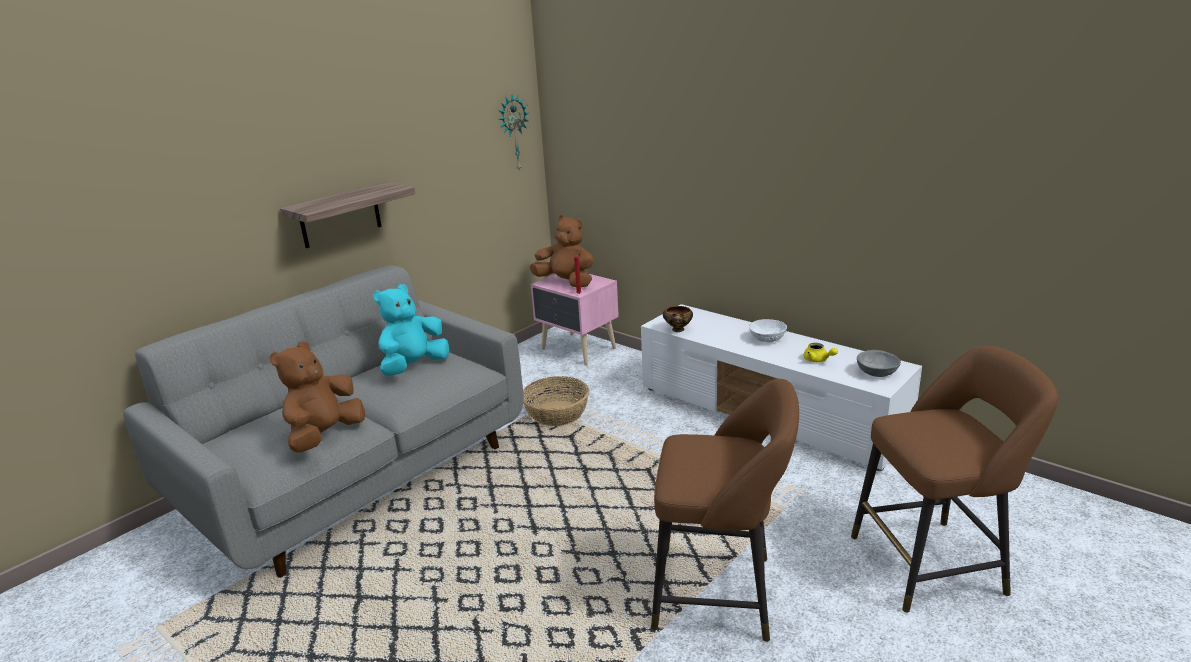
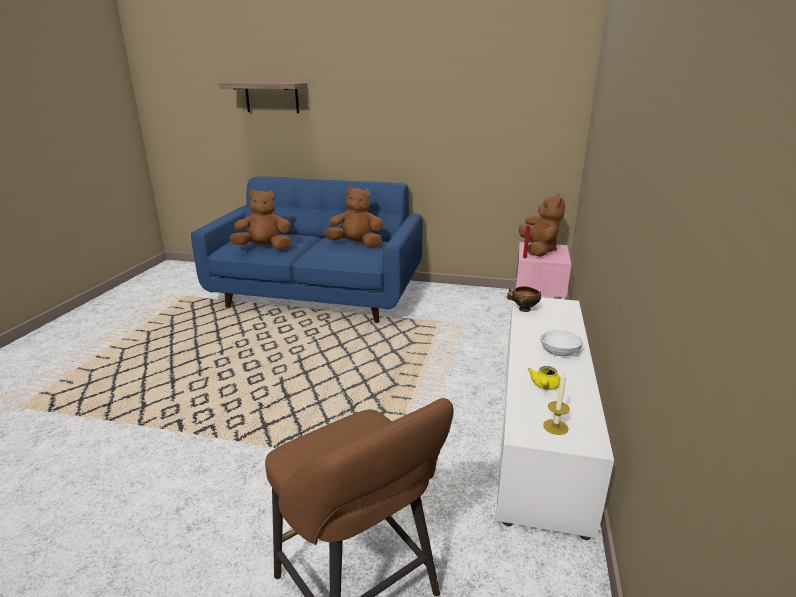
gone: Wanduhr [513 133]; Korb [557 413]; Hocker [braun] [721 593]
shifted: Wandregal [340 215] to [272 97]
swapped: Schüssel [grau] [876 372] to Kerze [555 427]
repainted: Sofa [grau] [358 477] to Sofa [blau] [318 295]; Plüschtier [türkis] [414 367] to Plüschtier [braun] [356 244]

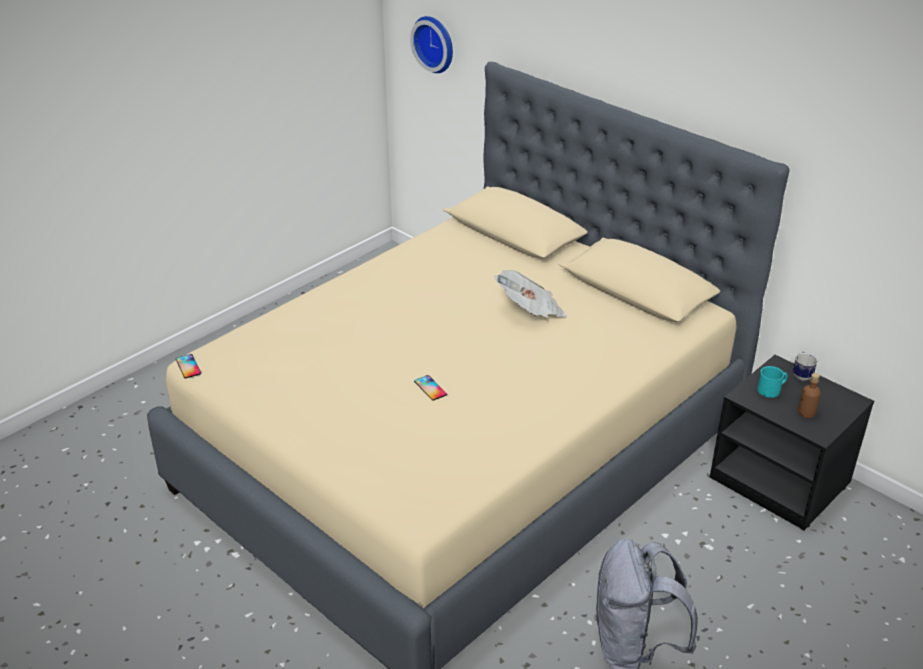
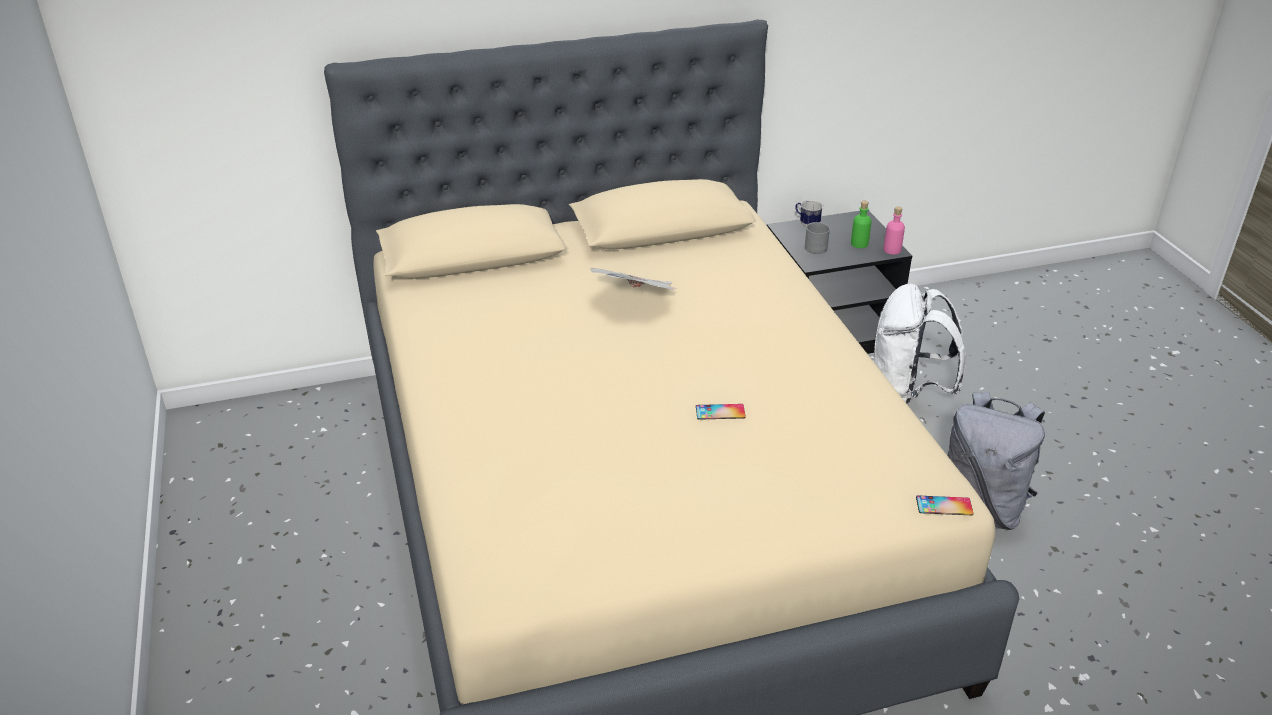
gone: Wanduhr [435 43]
new: Flasche [rosa] [892 250]; Rucksack [weiß] [907 395]
shifted: Handy [188 366] to [944 506]
repainted: Henkelbecher [türkis] [771 390] to Henkelbecher [grau] [815 246]; Flasche [braun] [806 412] to Flasche [grün] [859 244]

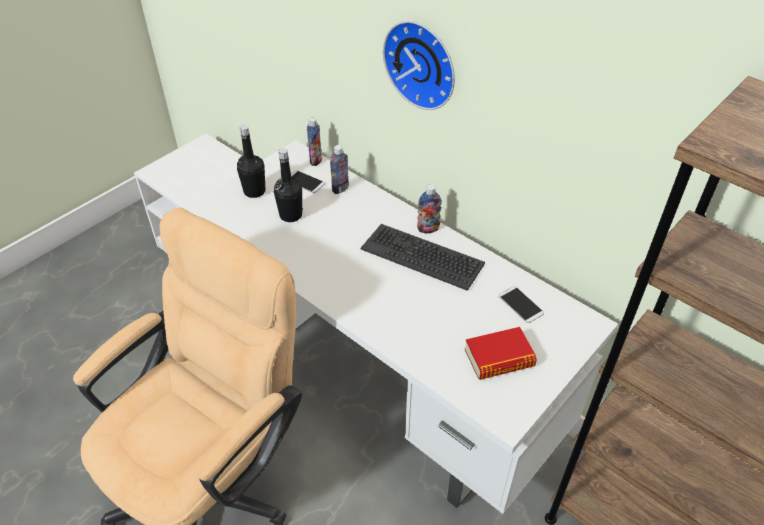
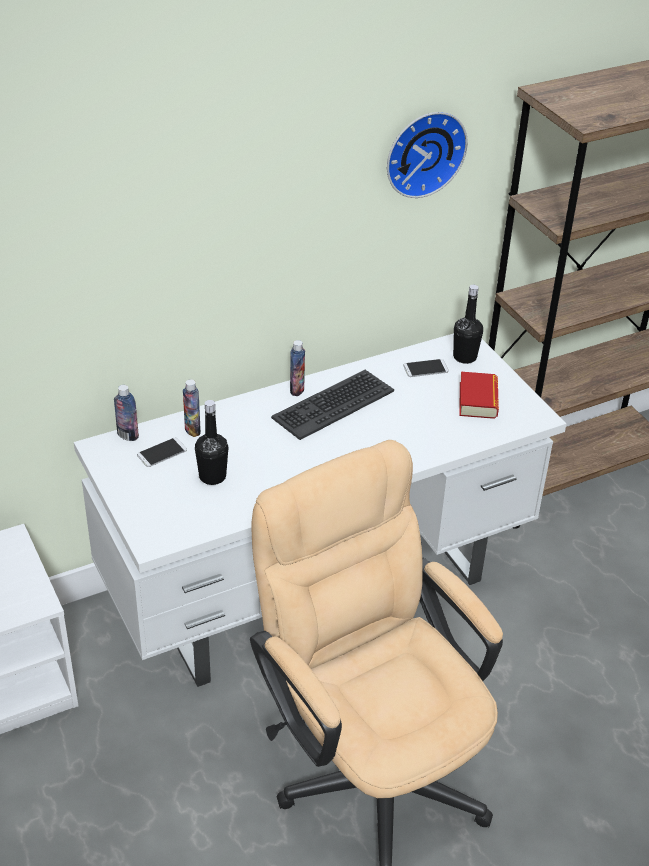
shifted: Wanduhr [422 63] to [423 152]; Flasche [schwarz] [254 191] to [465 357]

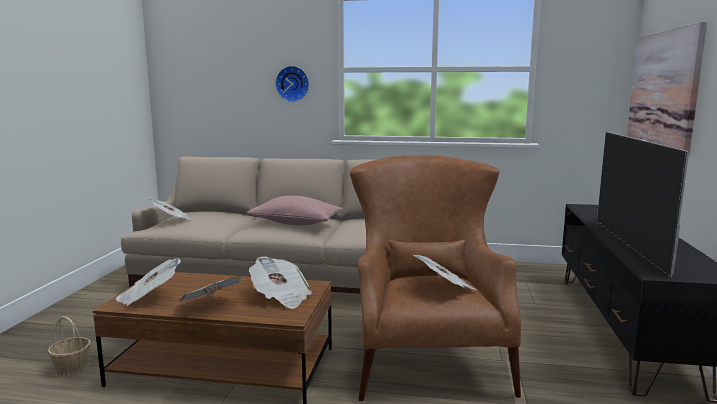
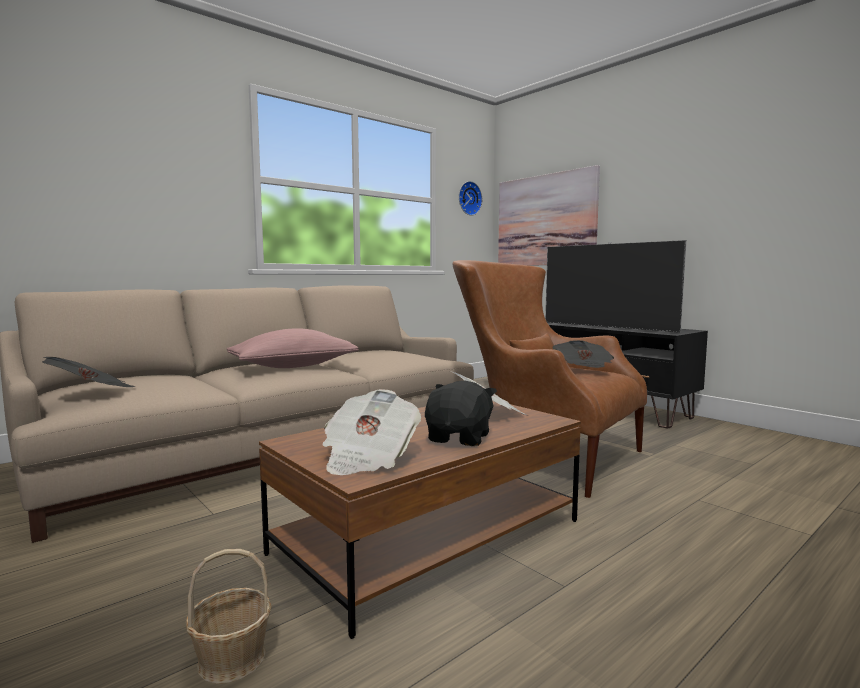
shifted: Wanduhr [293 83] to [468 198]
swapped: Zeitung [210 305] to Plüschtier [schwarz] [460 438]

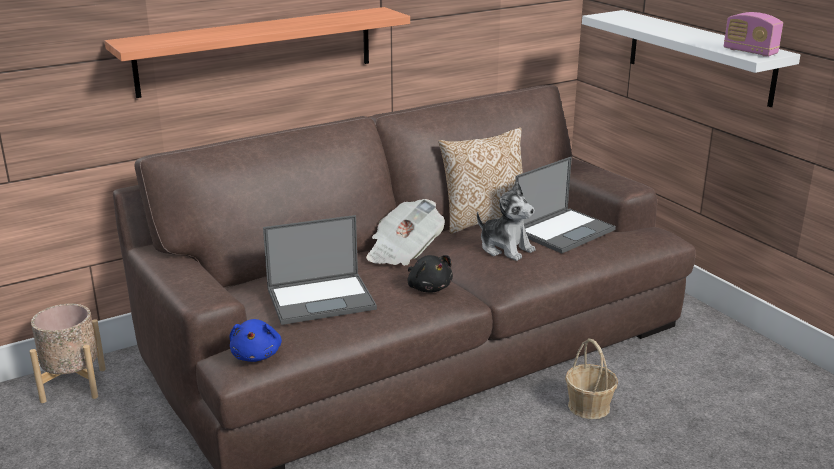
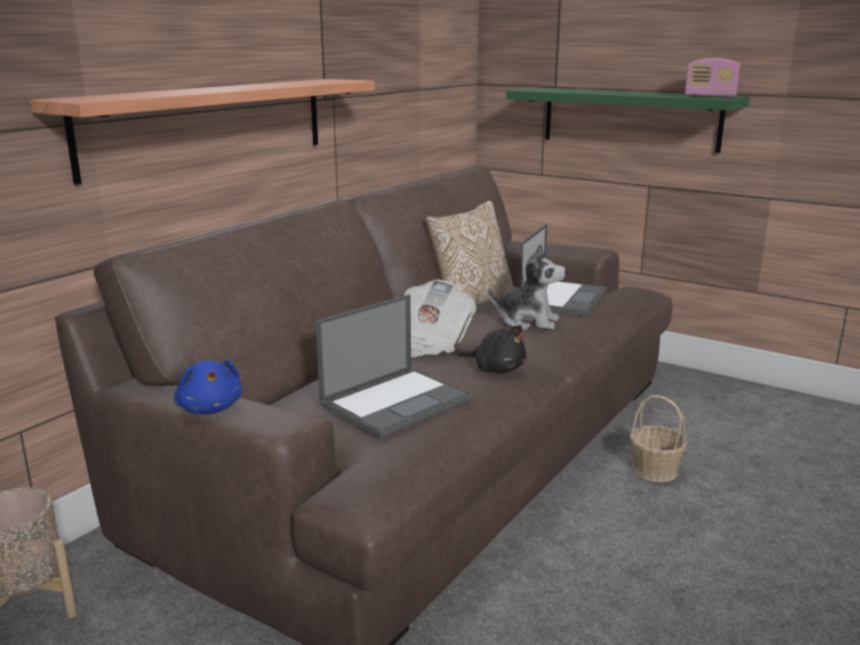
shifted: Plüschtier [blau] [256 355] to [210 408]
repainted: Wandregal [weiß] [699 56] to Wandregal [grün] [630 118]

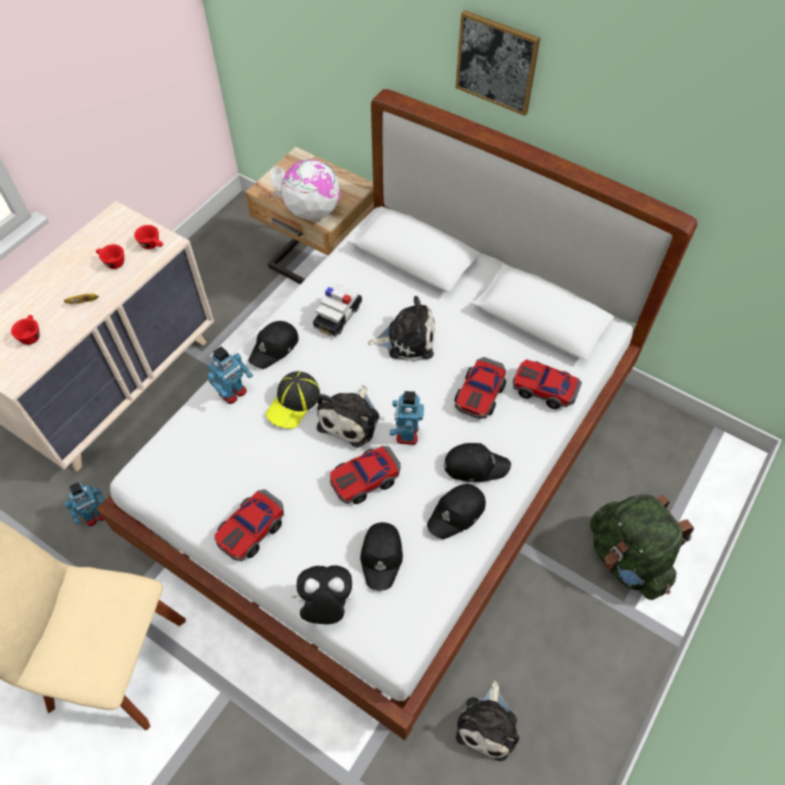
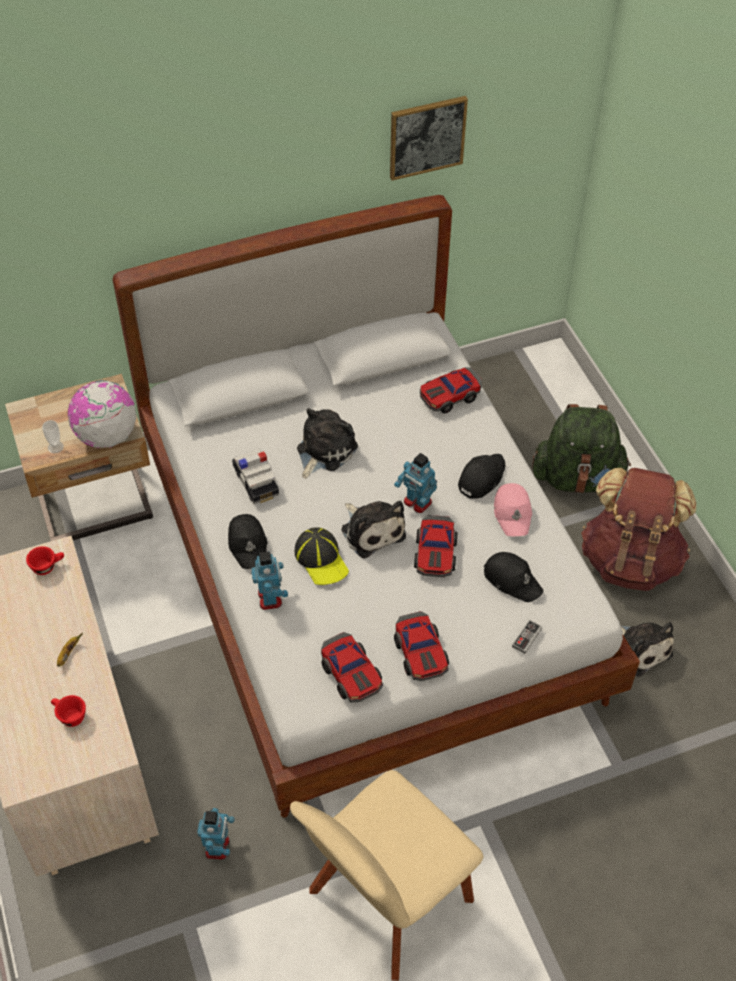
gone: Tasse [rot] [112 262]
new: Rucksack [braun] [630 560]
shifted: Bild [496 62] to [427 137]; Spielzeugauto [480 394] to [351 673]
swapped: Plüschtier [326 606] to Gamepad [526 638]
repainted: Kappe [schwarz] [457 513] to Kappe [rosa] [513 513]

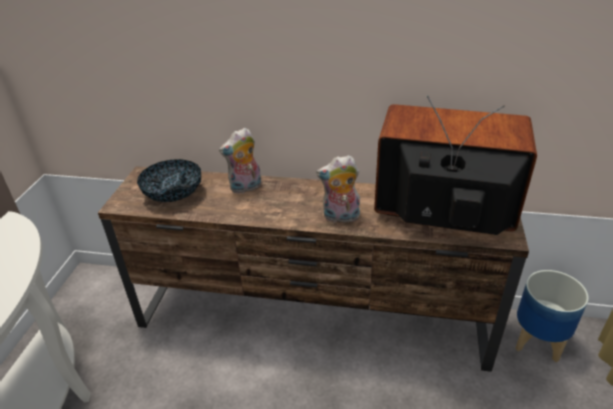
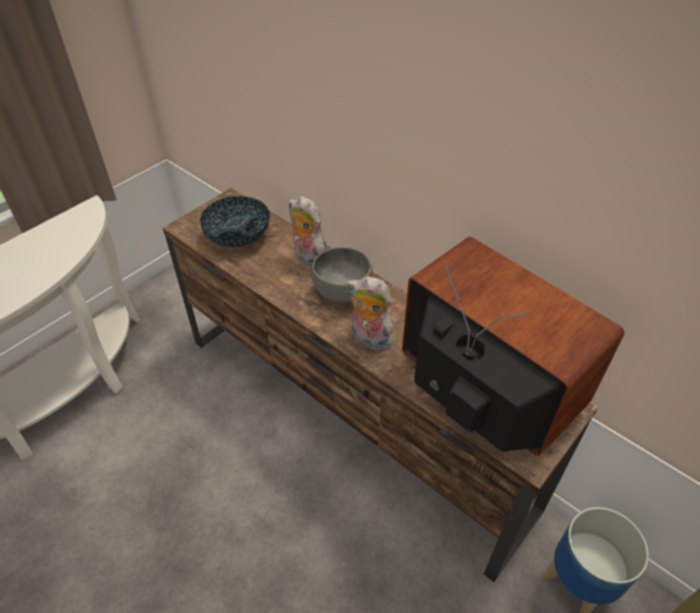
new: Schüssel [grau] [343 293]
rotated: Plüschtier [245 188] = [307 258] 45 degrees clockwise

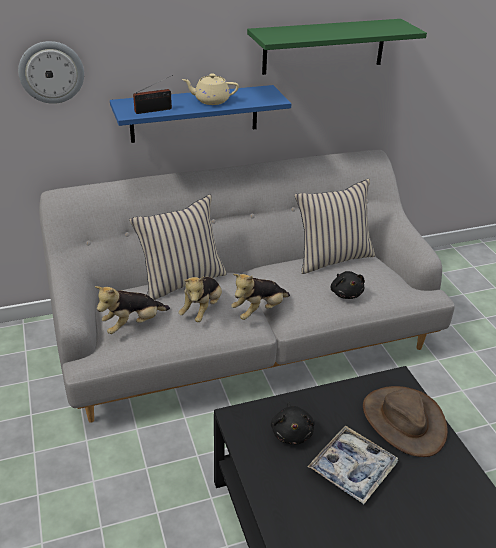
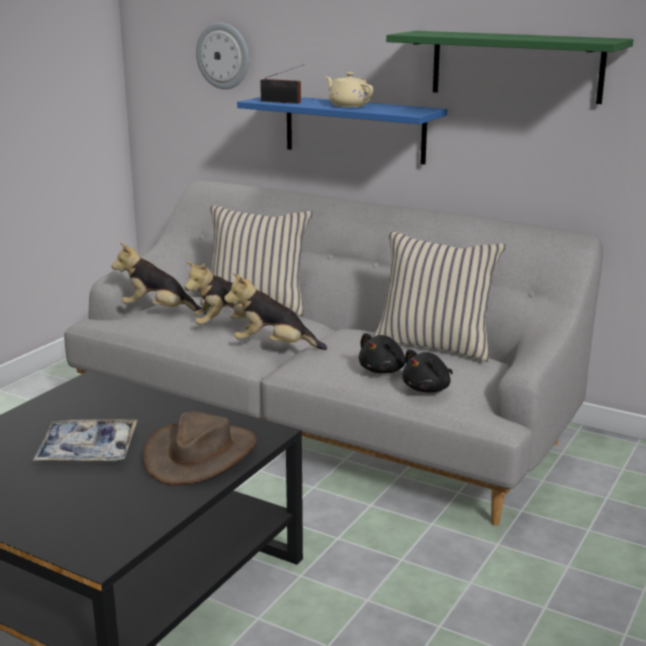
shifted: Plüschtier [schwarz] [292 432] to [428 389]

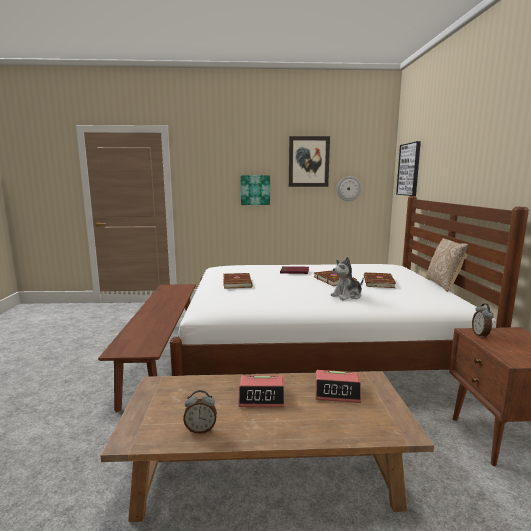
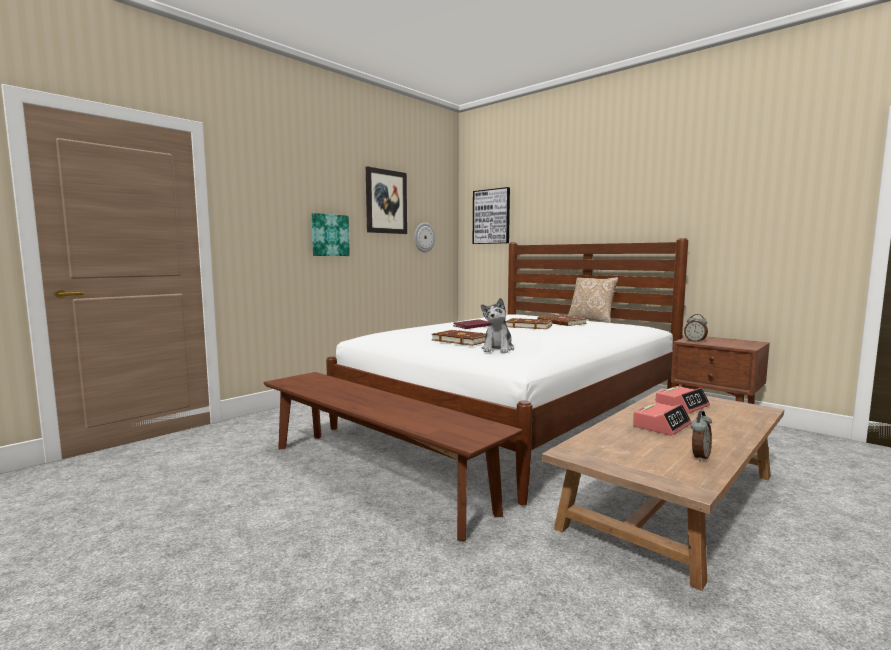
shifted: Plüschtier [347 296] to [498 349]

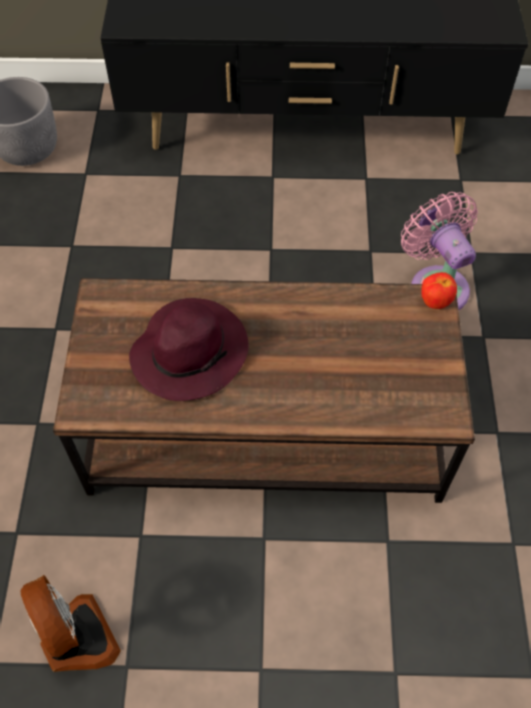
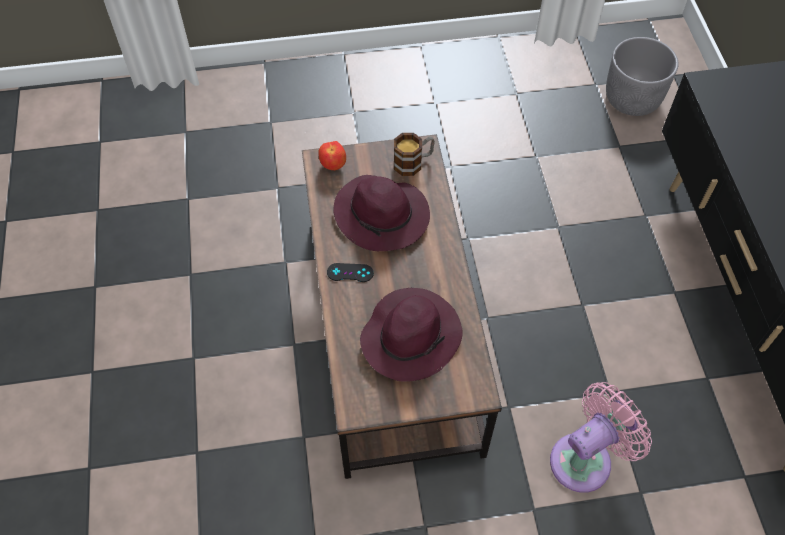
gone: Ventilator [76 639]
new: Henkelbecher [413 163]; Gamepad [schwarz] [350 273]; Hut [lila] [411 336]
shifted: Apfel [435 302] to [333 165]

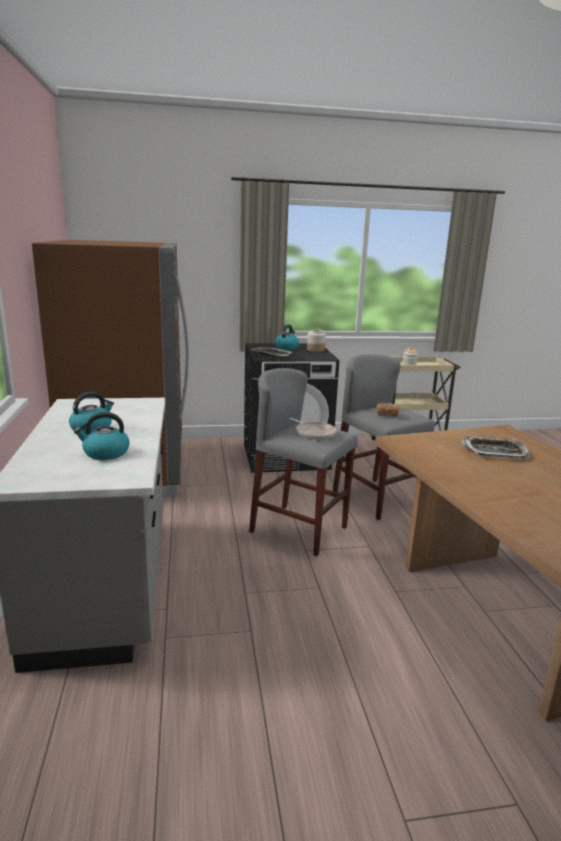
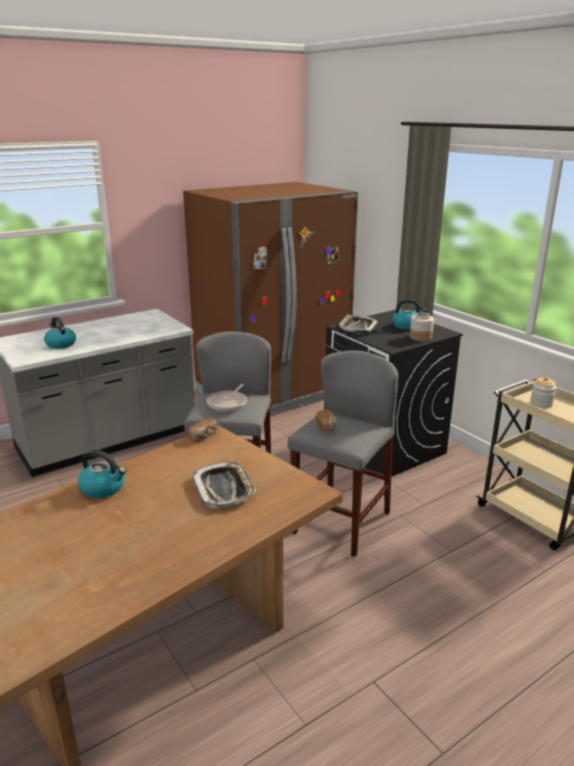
new: Brot [204 436]
shifted: Wasserkessel [92 429] to [104 488]

